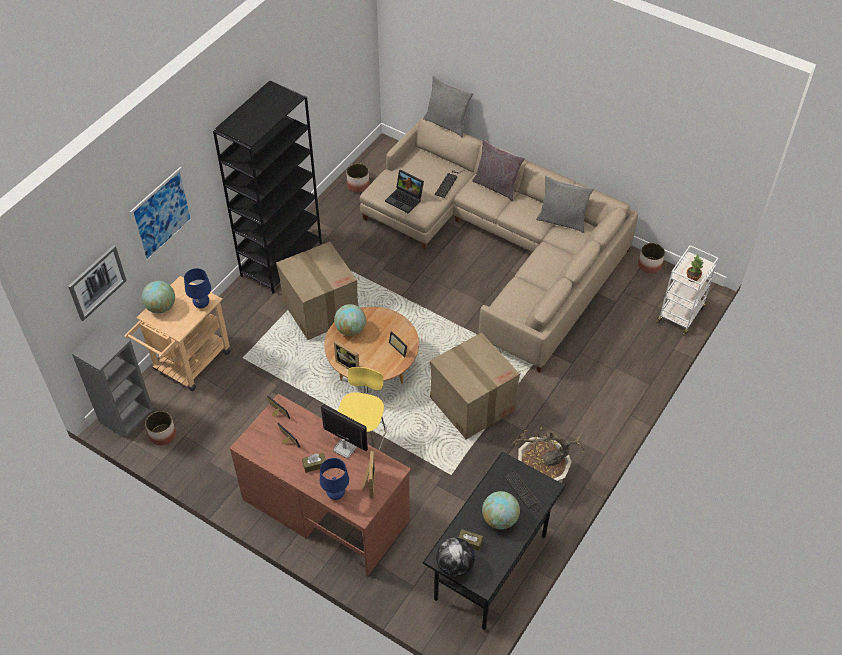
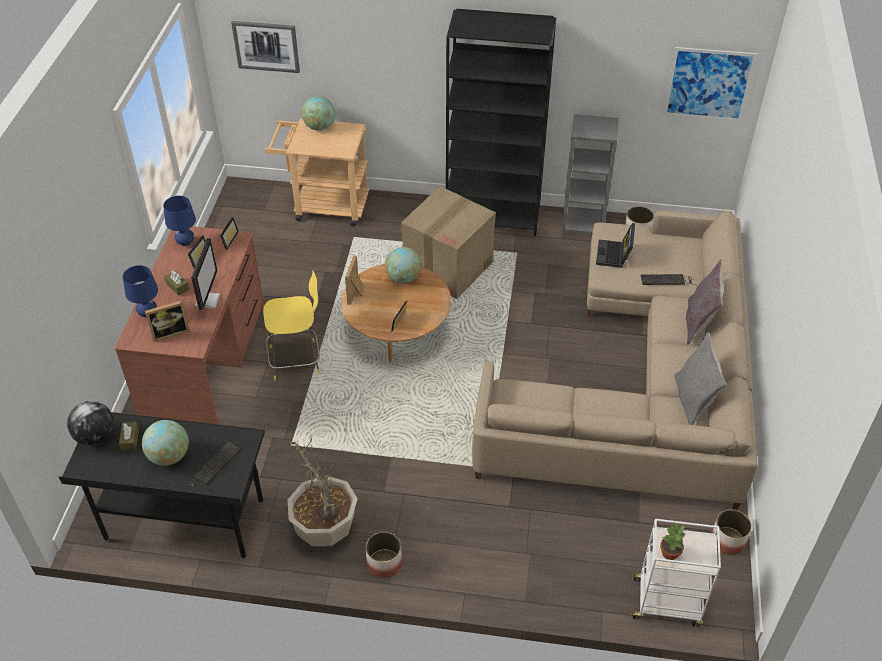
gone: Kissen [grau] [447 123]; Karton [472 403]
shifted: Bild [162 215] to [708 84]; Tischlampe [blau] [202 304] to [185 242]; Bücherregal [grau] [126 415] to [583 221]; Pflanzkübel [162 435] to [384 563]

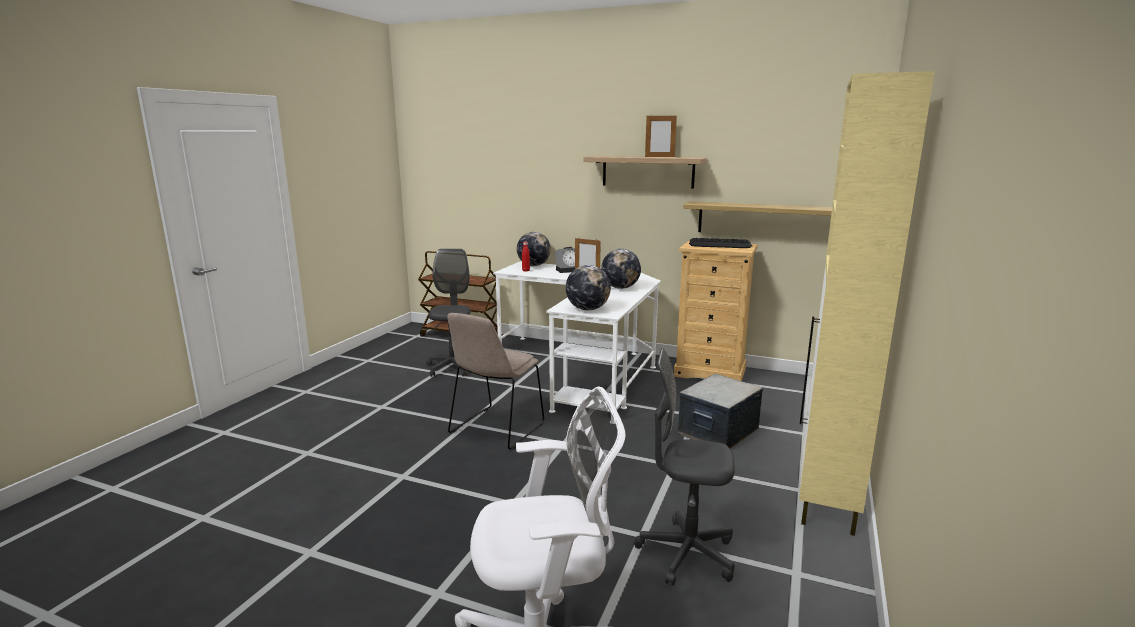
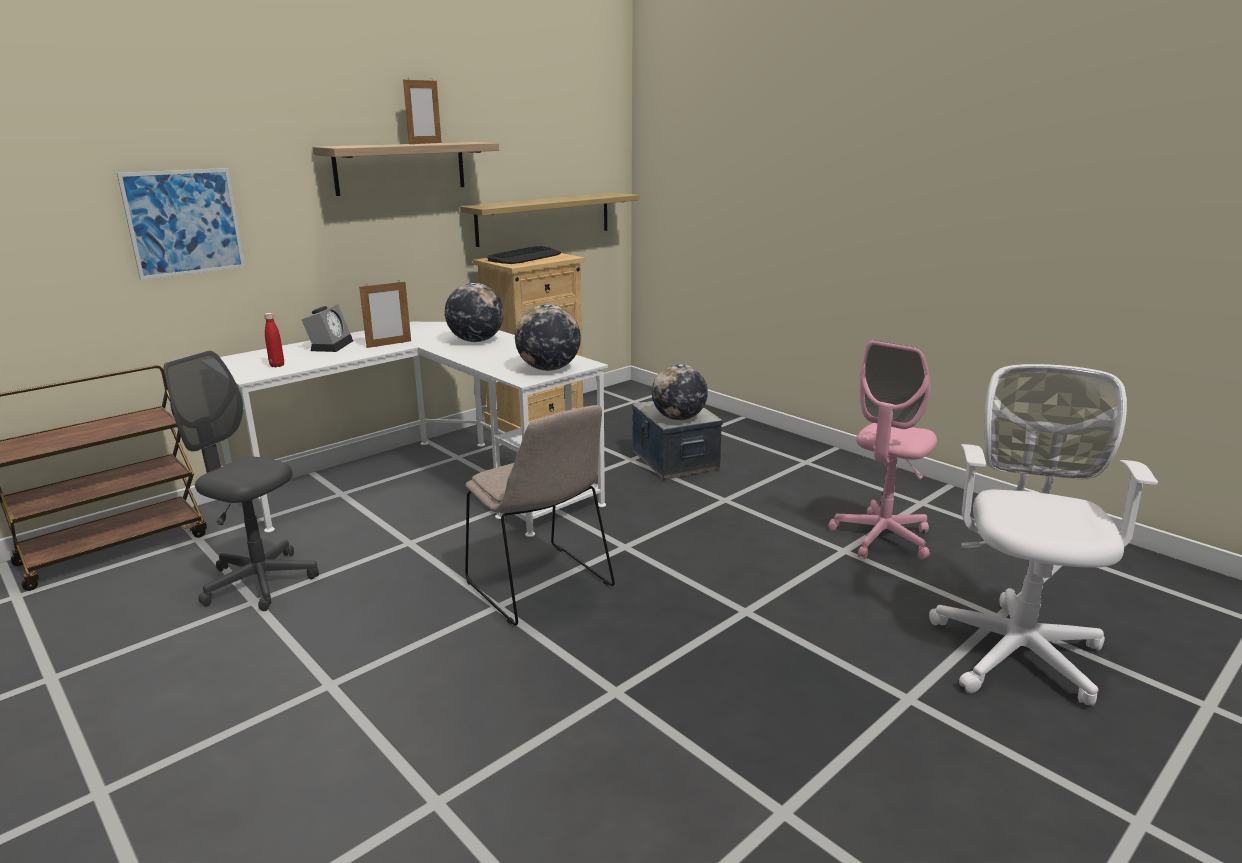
gone: Schrank [beige] [826 499]
new: Bild [184 222]
shifted: Globus [533 265] to [678 418]
repainted: Bürostuhl [grau] [686 554] to Bürostuhl [rosa] [881 538]

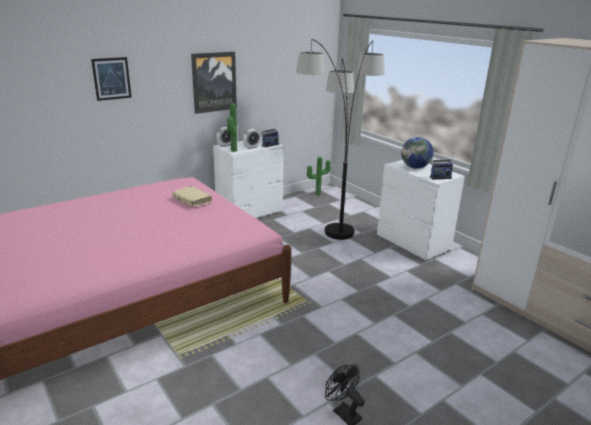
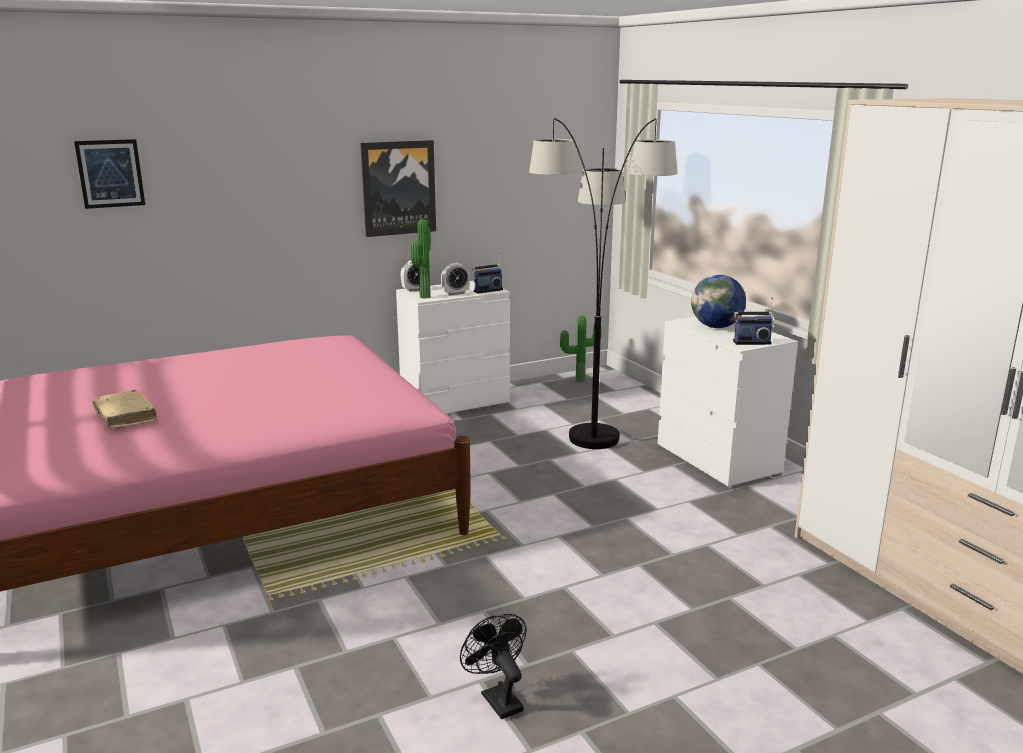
shifted: Bild [111 78] to [110 173]; Buch [beige] [192 200] to [125 416]

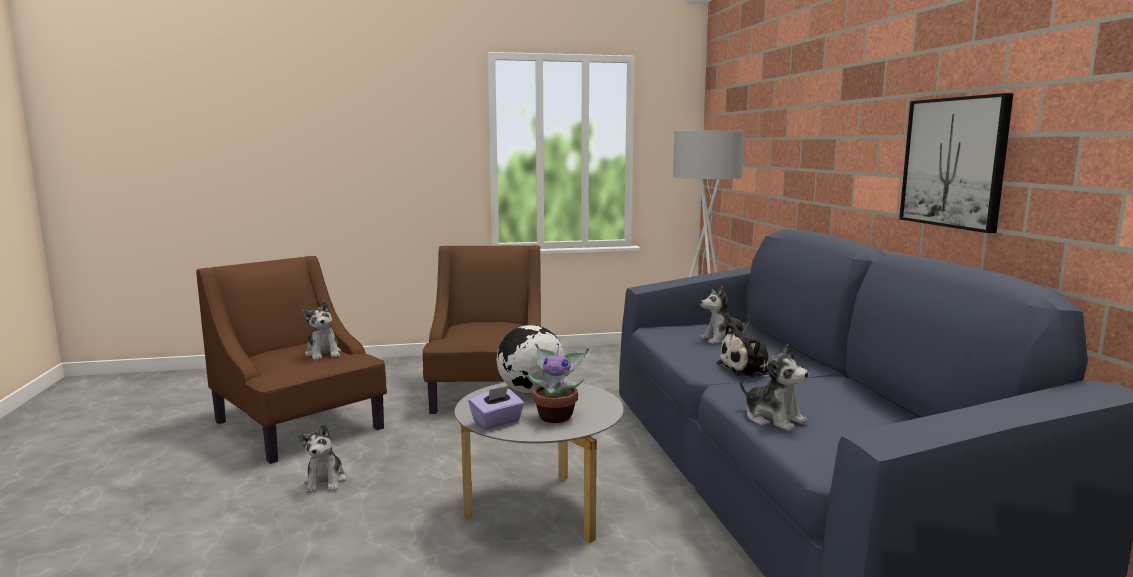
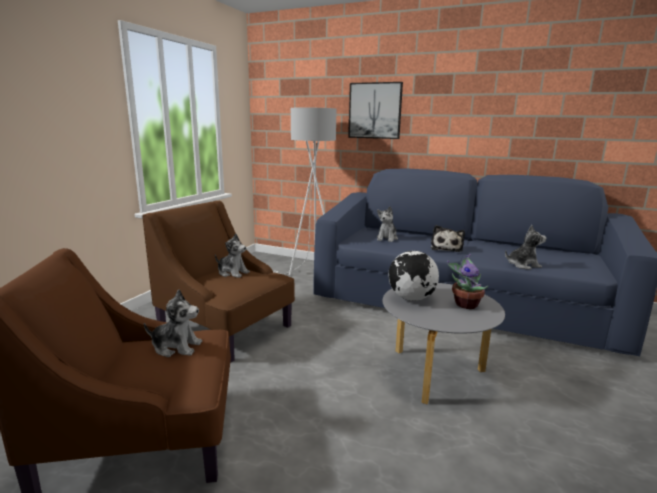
gone: Taschentuchbox [lila] [497 422]
shifted: Bild [954 162] to [375 110]; Plüschtier [325 481] to [232 273]

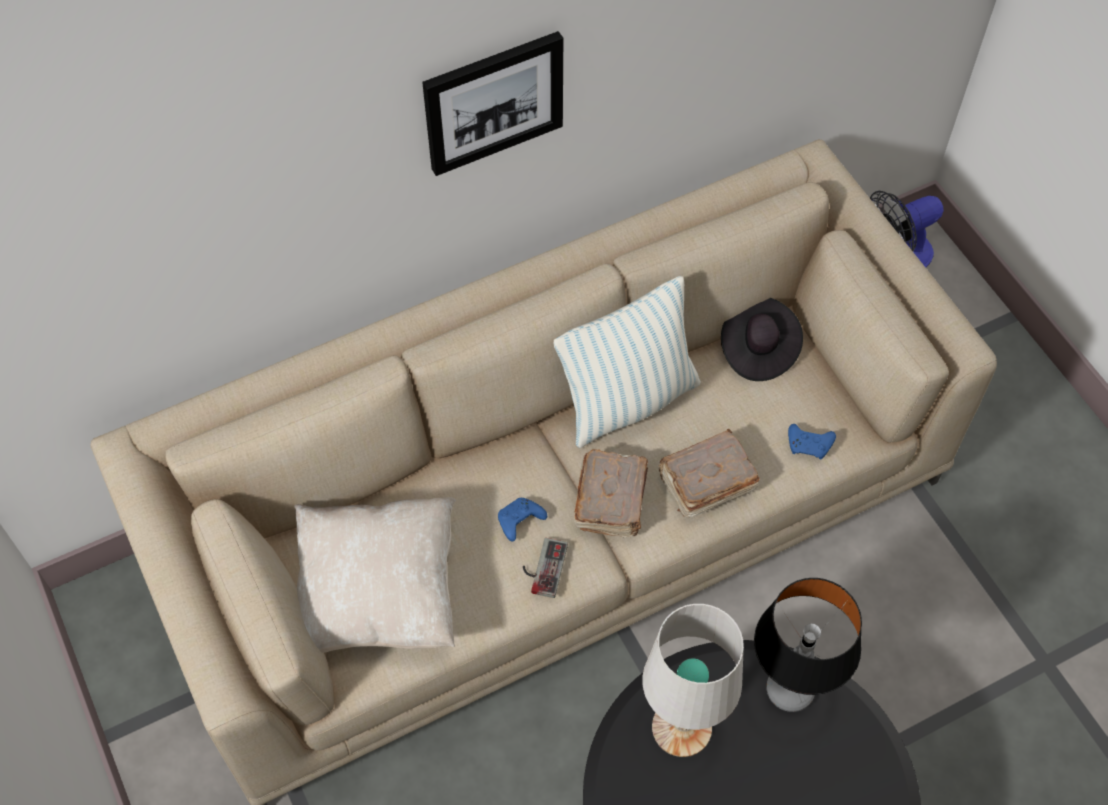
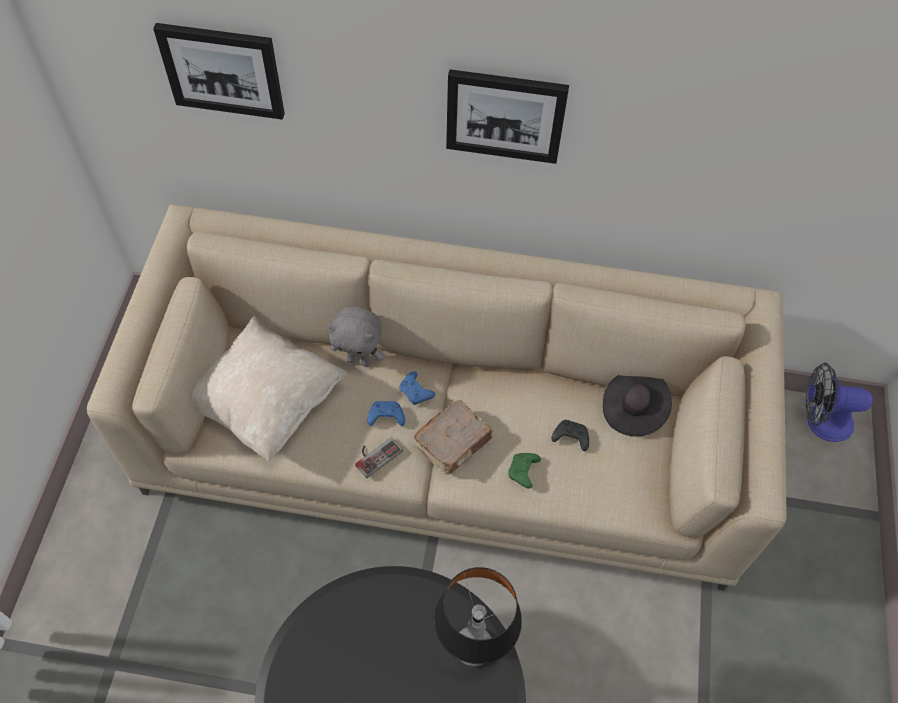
gone: Kissen [628 401]; Tischlampe [weiß] [681 726]
new: Bild [222 70]; Plüschtier [grau] [359 360]; Gamepad [schwarz] [570 437]
shifted: Gamepad [blau] [810 445] to [416 392]
swapped: Buch [braun] [705 483] to Gamepad [grün] [523 472]

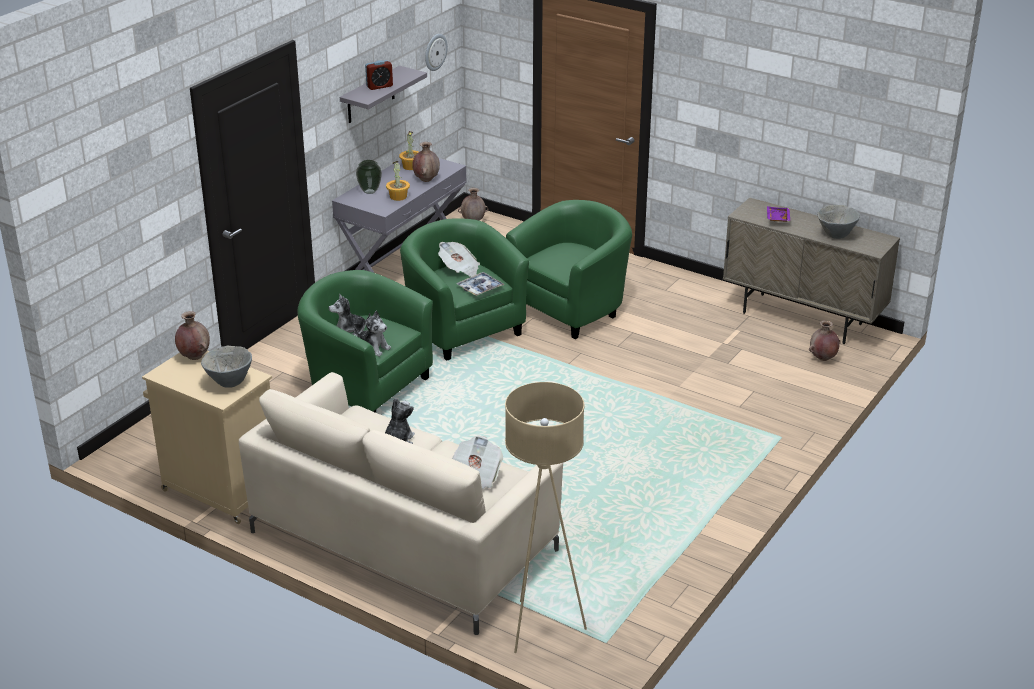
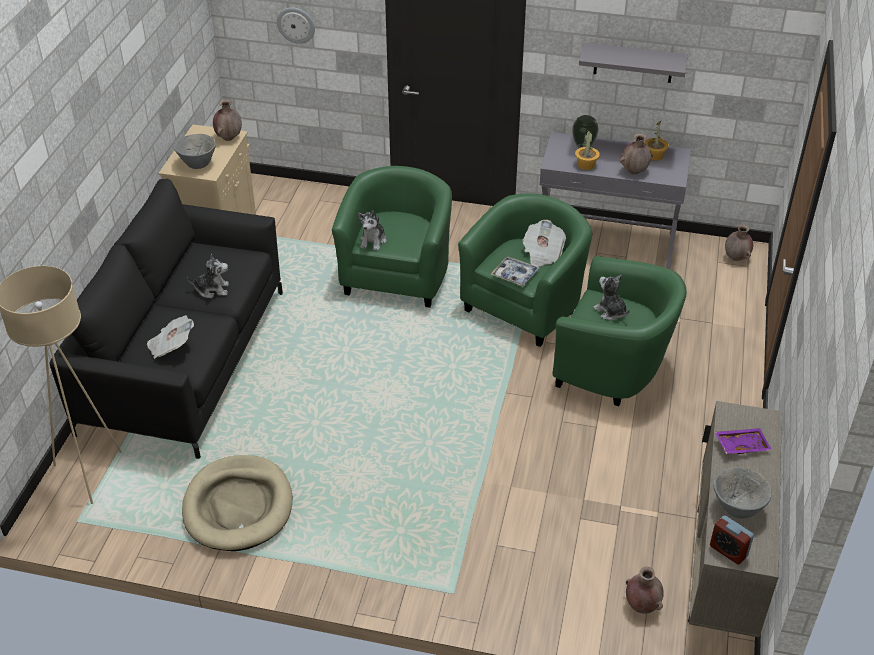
new: Hundebett [beige] [238 506]
shifted: Wanduhr [435 52] to [296 24]; Wecker [379 86] to [728 551]; Plüschtier [349 332] to [610 312]
repainted: Sofa [beige] [403 541] to Sofa [schwarz] [184 360]

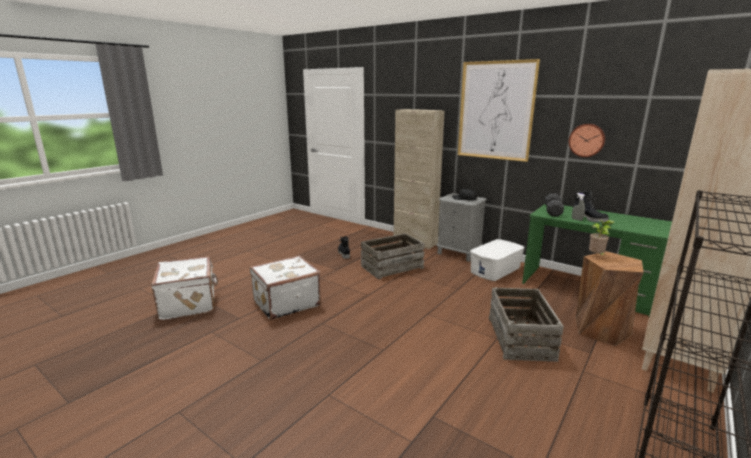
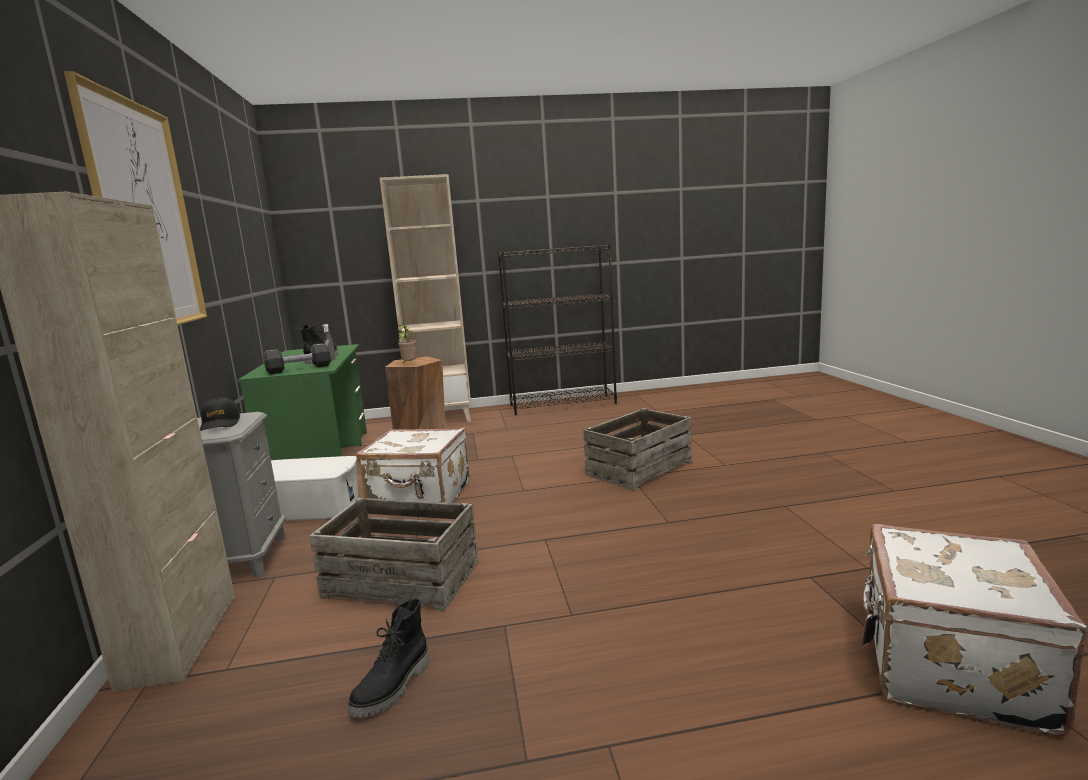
gone: Wanduhr [586 140]
shifted: Koffer [weiß] [286 303] to [420 497]; Kiste [521 338] to [638 468]

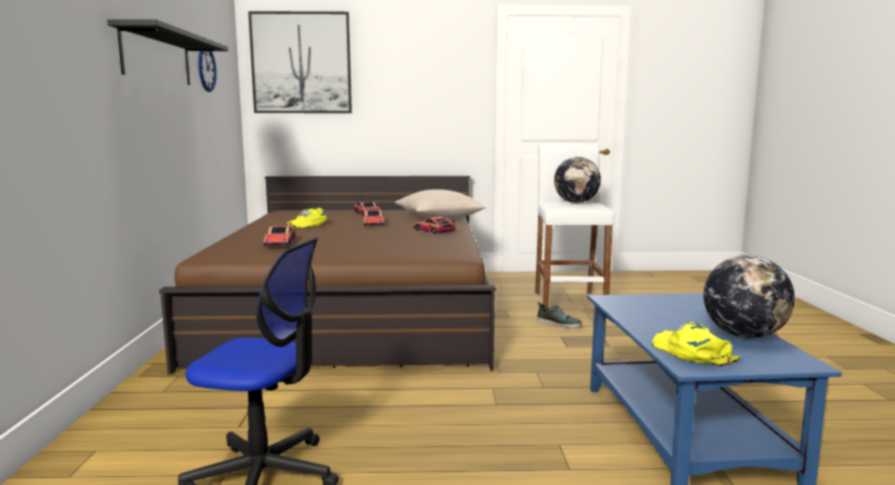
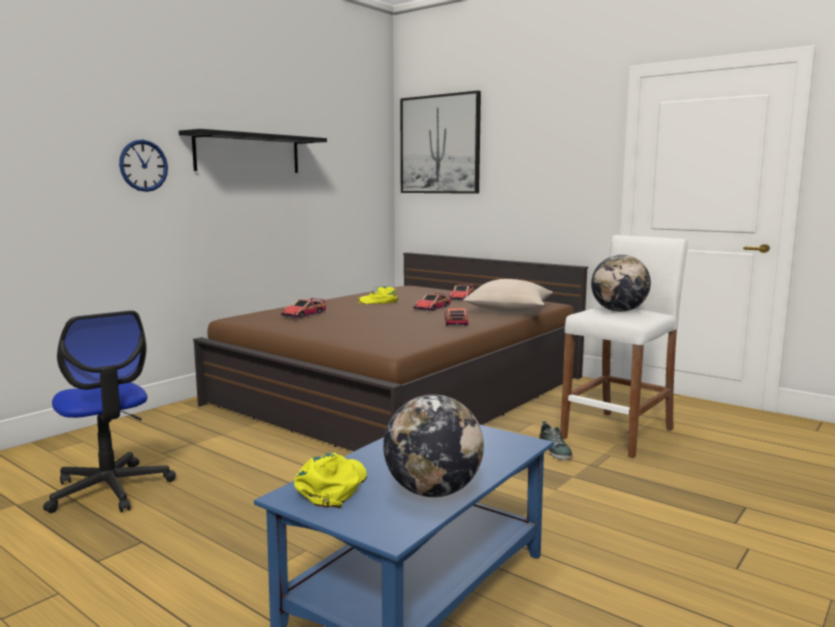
shifted: Wanduhr [206 68] to [143 165]

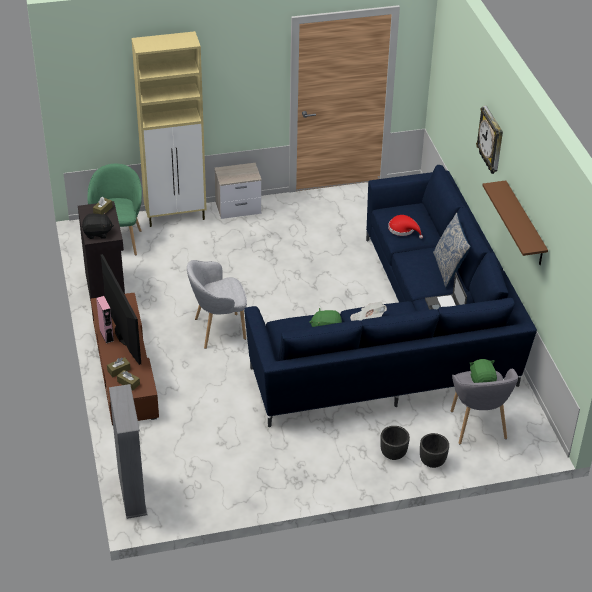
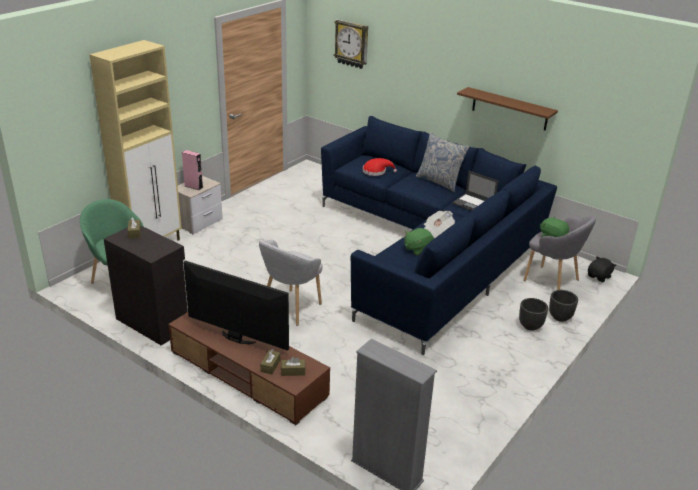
shifted: Wanduhr [491 141] to [352 44]; Plüschtier [schwarz] [97 233] to [599 277]; Lautsprecher [rosa] [106 335] to [193 187]

